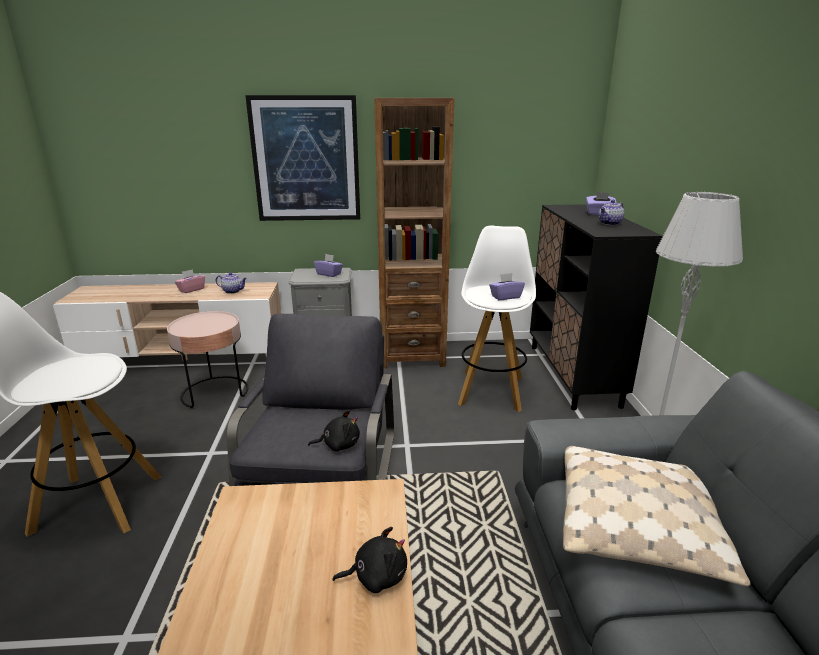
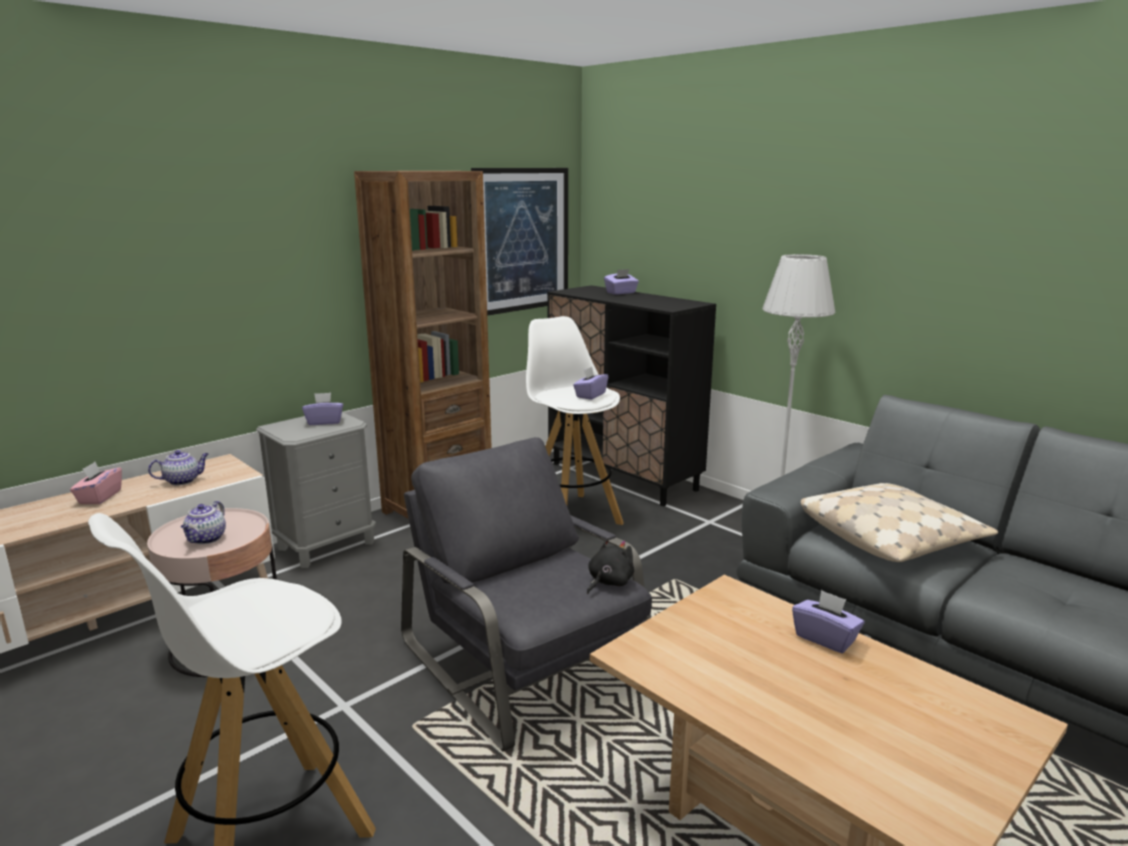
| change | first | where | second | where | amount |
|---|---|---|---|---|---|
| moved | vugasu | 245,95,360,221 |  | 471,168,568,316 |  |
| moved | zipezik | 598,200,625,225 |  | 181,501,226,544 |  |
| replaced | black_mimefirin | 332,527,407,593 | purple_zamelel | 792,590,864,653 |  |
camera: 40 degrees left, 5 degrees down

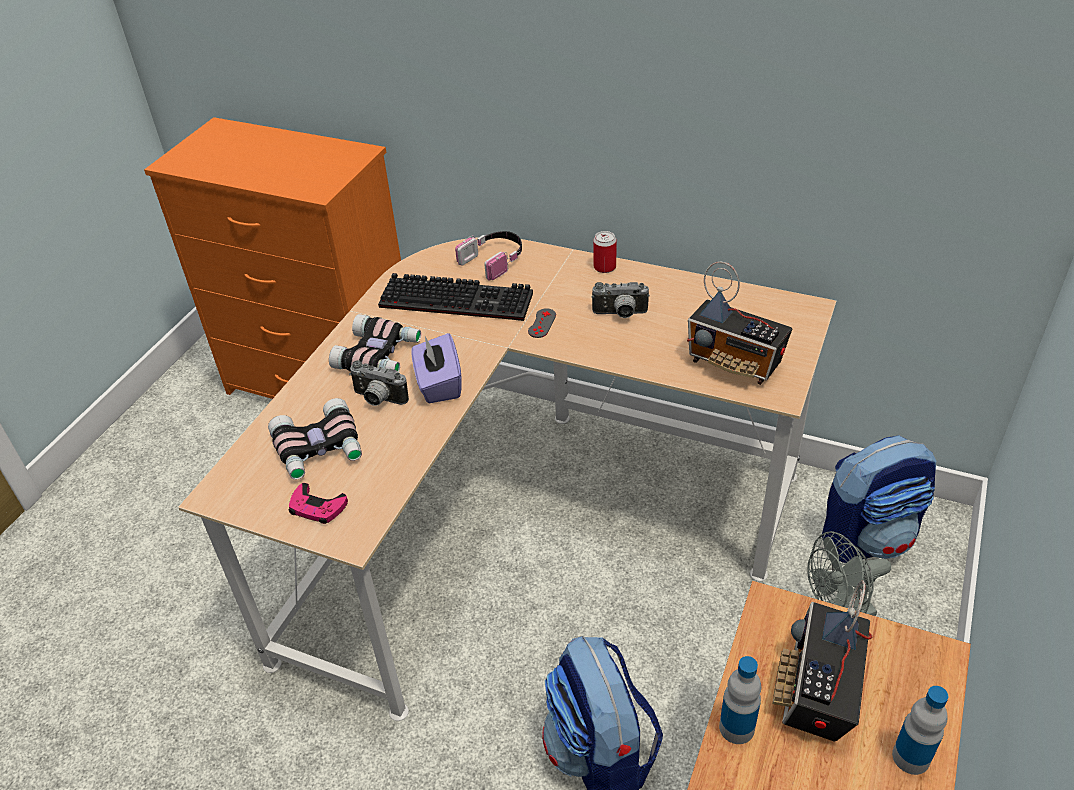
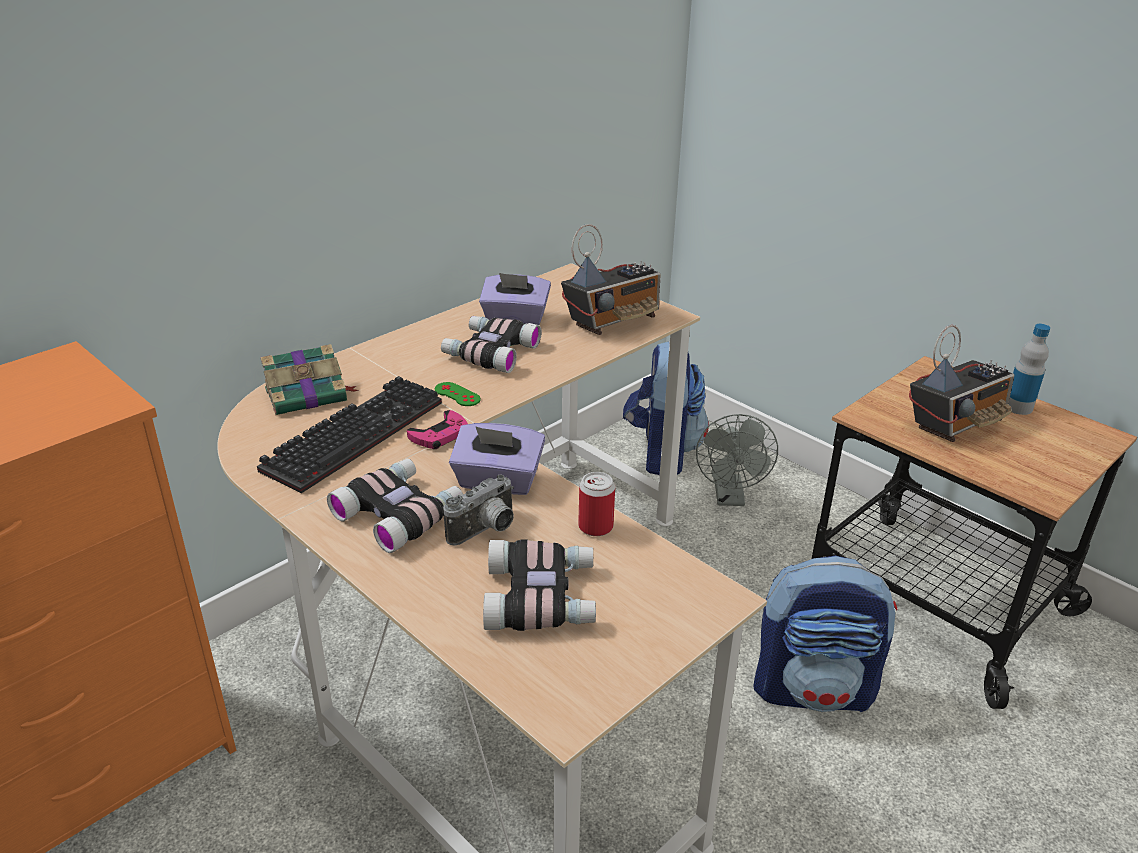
| change | first | where | second | where | amount |
|---|---|---|---|---|---|
| replaced | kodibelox | 455,231,522,281 | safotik | 260,344,359,415 |  |
| moved | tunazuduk | 593,231,617,273 |  | 578,472,615,536 |  |
| replaced | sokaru | 592,282,650,318 | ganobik | 441,316,542,373 |  |
| recoloured | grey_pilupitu | 528,308,556,338 | green_pilupitu | 435,382,481,406 |  |
| moved | pink_pilupitu | 288,483,348,524 |  | 407,410,468,449 |  |
| turned | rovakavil | 773,580,872,742 |  | 909,325,1014,442 | 75 degrees counterclockwise |
| removed | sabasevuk | 719,656,761,744 |  |  |  |
| added |  |  | purple_zamelel | 479,273,551,325 |  |
camera: 70 degrees left, 10 degrees down

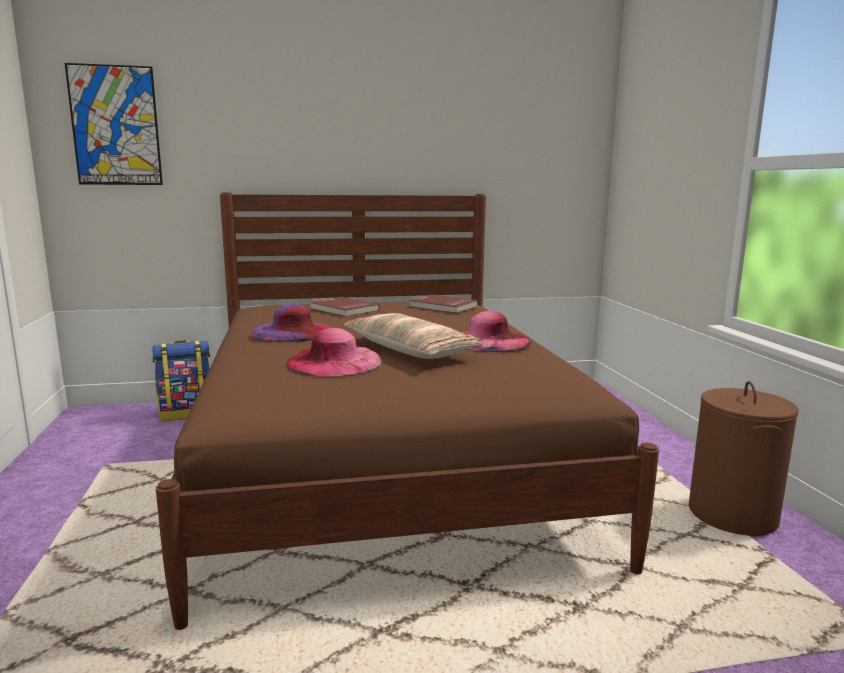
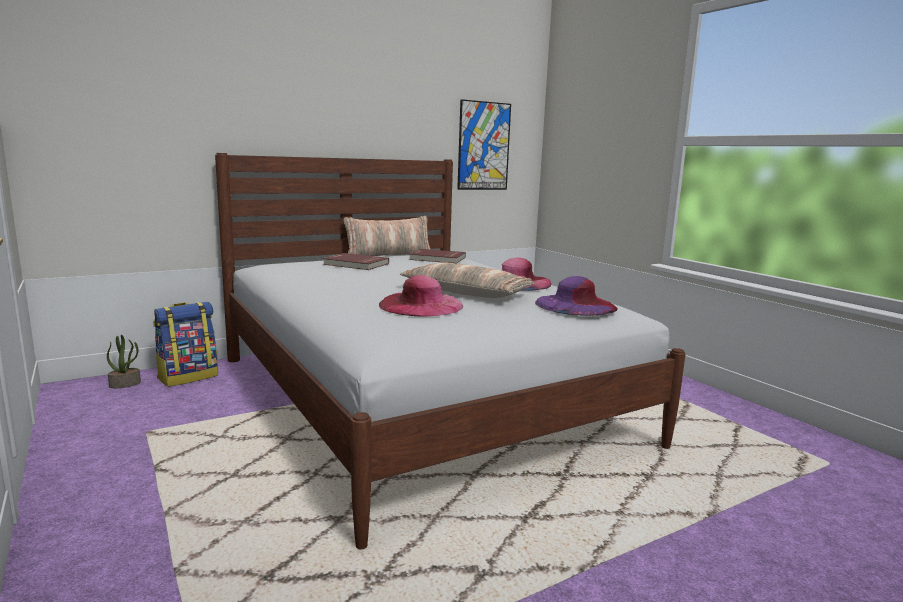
| change | first | where | second | where | amount |
|---|---|---|---|---|---|
| moved | vugasu | 65,63,163,185 |  | 457,99,511,190 |  |
| recoloured | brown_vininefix | 156,192,659,630 | white_vininefix | 215,153,686,550 |  |
| moved | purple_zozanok | 252,304,330,342 |  | 535,276,618,316 |  |
| removed | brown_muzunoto | 689,381,799,536 |  |  |  |
| added |  |  | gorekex | 343,216,431,256 |  |
| added |  |  | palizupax | 107,335,141,388 |  |
camera: 20 degrees left, 0 degrees up

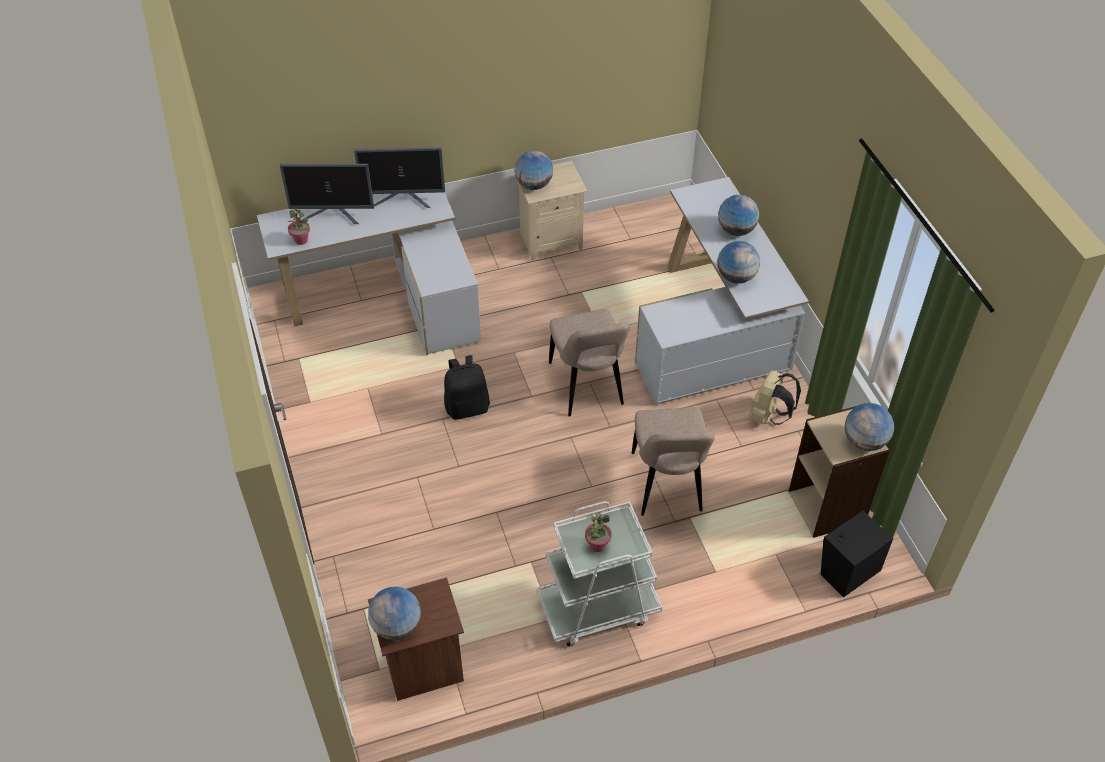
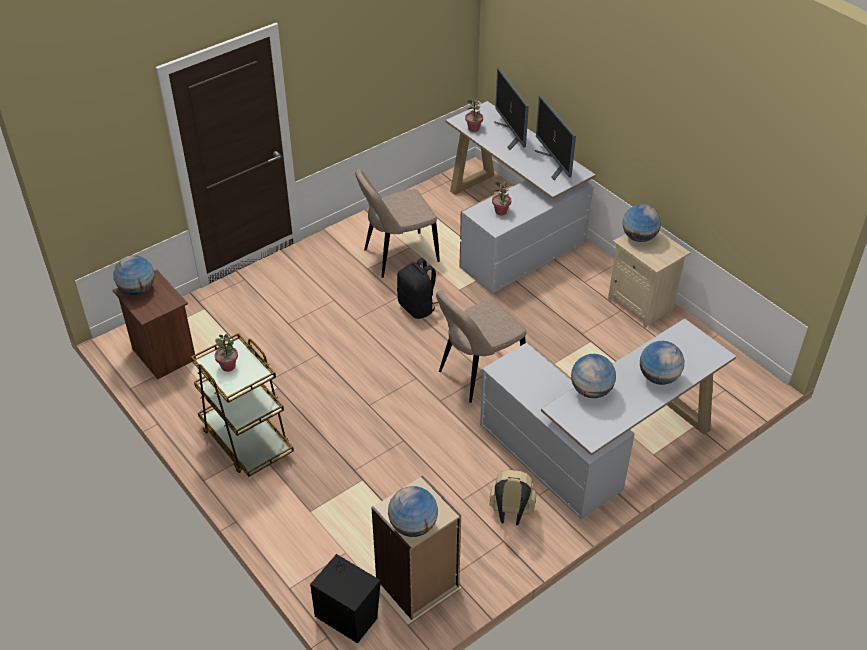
| change | first | where | second | where | amount |
|---|---|---|---|---|---|
| moved | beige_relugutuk | 632,407,715,516 |  | 355,169,440,278 |  |
| recoloured | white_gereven | 537,501,663,647 | brown_gereven | 191,333,294,477 |  |
| added |  |  | palizupax | 492,181,511,215 |  |
camera: 70 degrees right, 5 degrees down

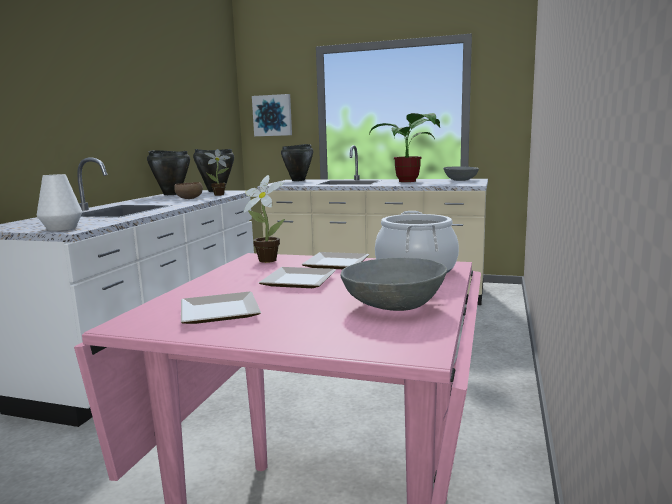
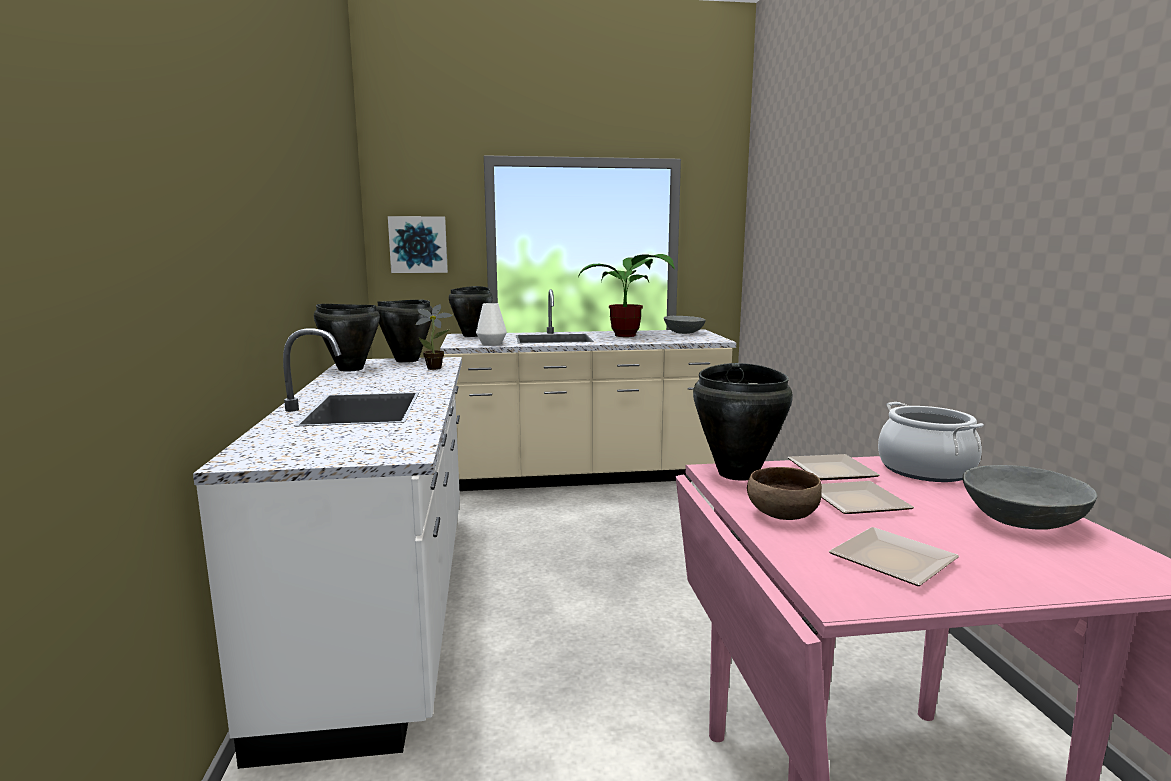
| change | first | where | second | where | amount |
|---|---|---|---|---|---|
| moved | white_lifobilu | 37,174,82,231 |  | 476,303,507,345 |  |
| replaced | palizupax | 244,175,285,263 | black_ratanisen | 693,363,793,481 |  |
| moved | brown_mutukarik | 174,182,203,199 |  | 747,467,822,520 |  |
camera: 25 degrees left, 0 degrees up

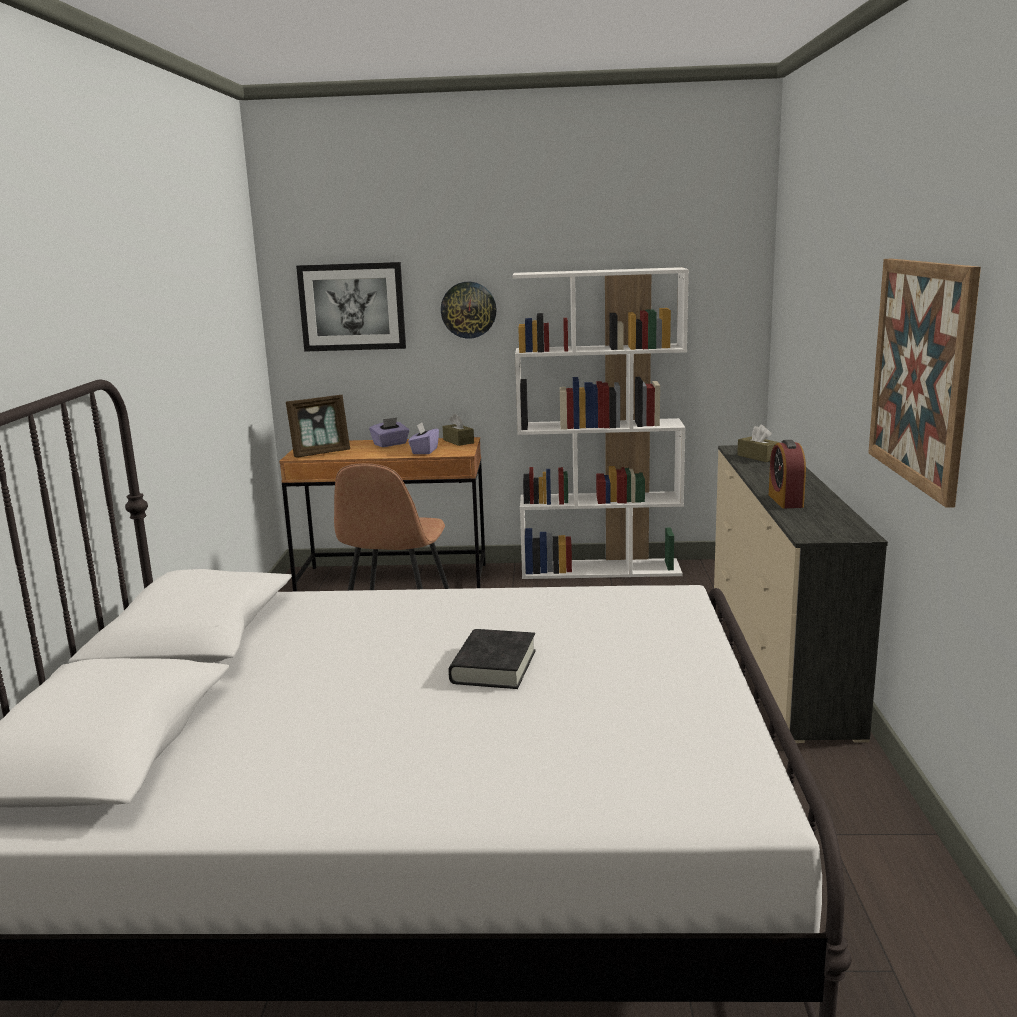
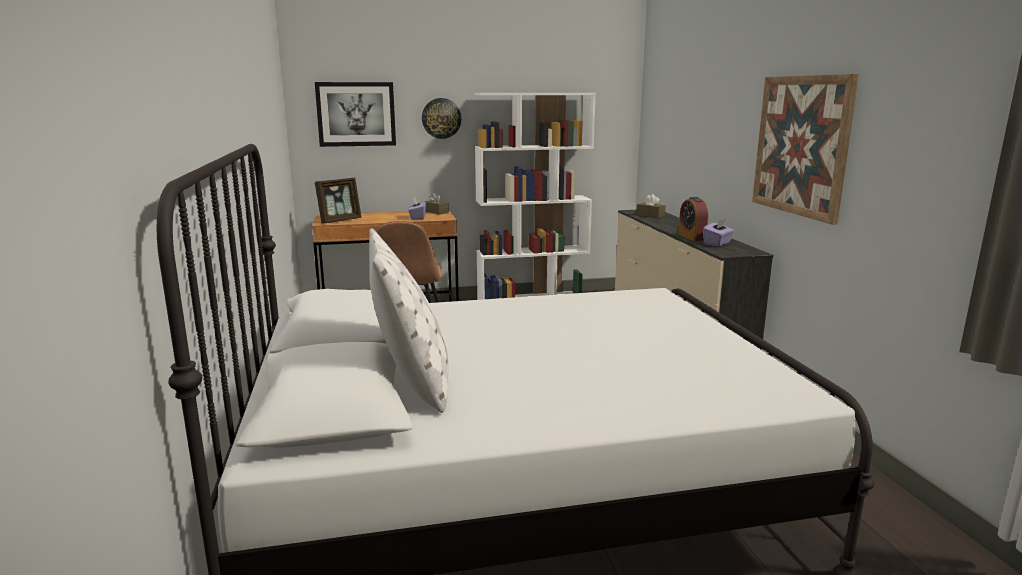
| change | first | where | second | where | amount |
|---|---|---|---|---|---|
| moved | purple_zamelel | 369,417,409,447 |  | 703,219,734,246 |  |
| removed | black_safotik | 448,629,536,689 |  |  |  |
| added |  |  | white_gorekex | 369,228,448,413 |  |
camera: 15 degrees left, 0 degrees up

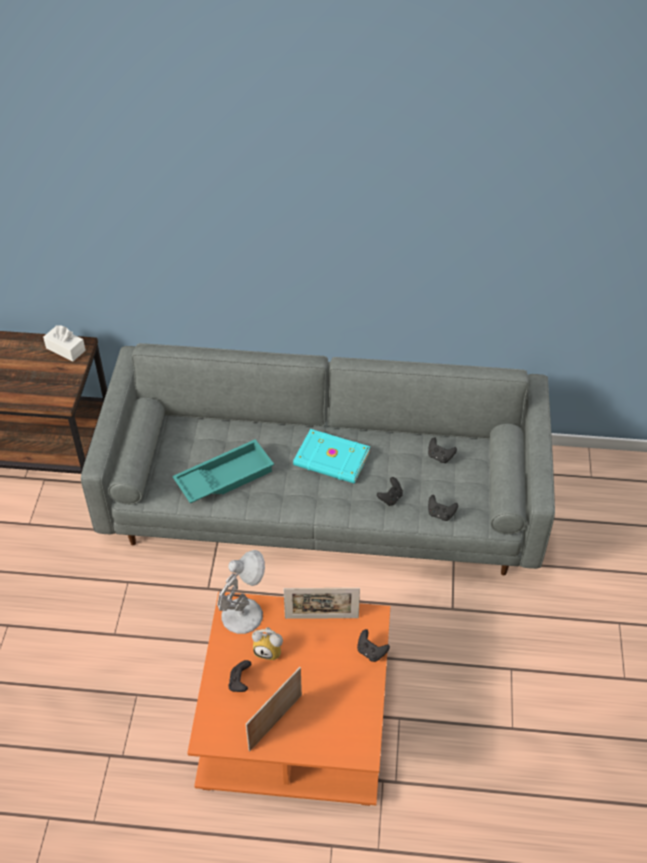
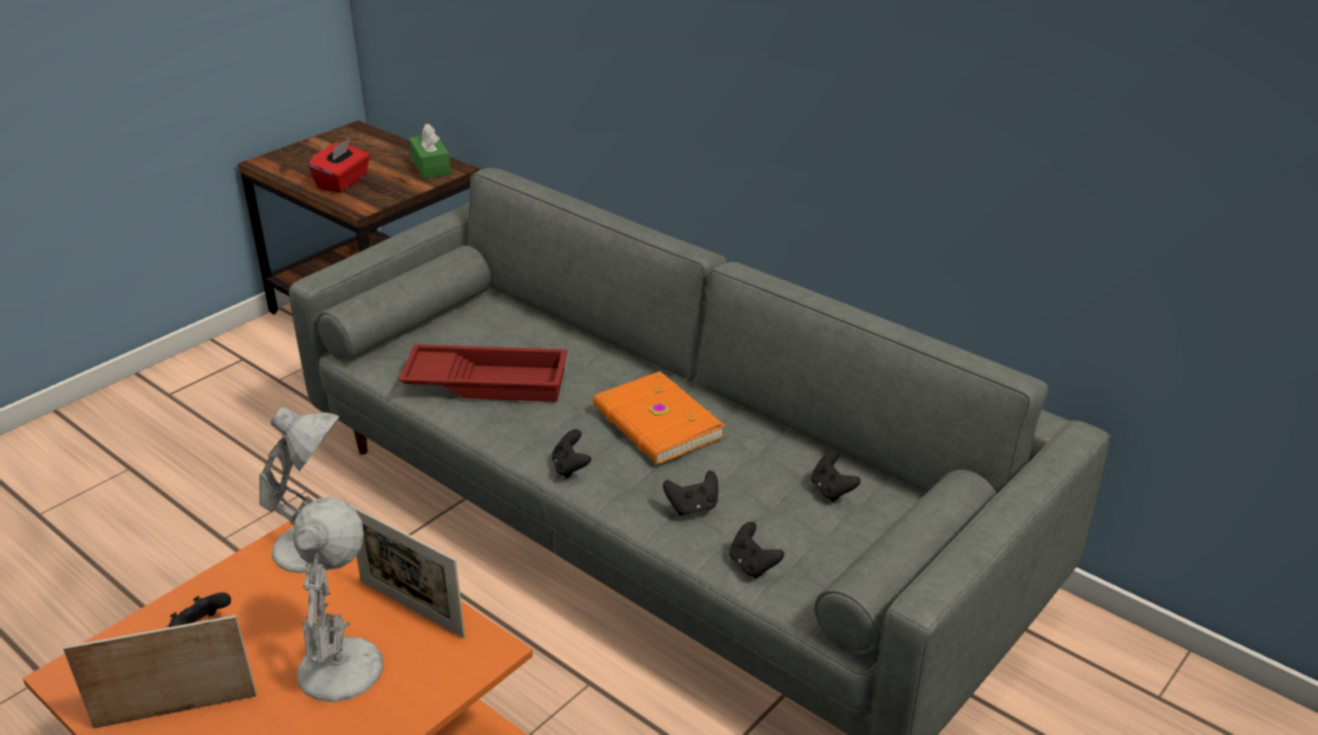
| change | first | where | second | where | amount |
|---|---|---|---|---|---|
| recoloured | white_zamelel | 43,325,86,361 | green_zamelel | 409,123,451,179 |  |
| recoloured | turquoise_safotik | 293,429,370,484 | orange_safotik | 593,371,725,465 |  |
| recoloured | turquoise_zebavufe | 172,439,274,503 | red_zebavufe | 399,344,567,402 |  |
| removed | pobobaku | 252,627,283,660 |  |  |  |
| moved | black_pilupitu | 357,629,390,662 |  | 552,429,591,478 |  |
| added |  |  | red_zamelel | 308,139,370,193 |  |
| added |  |  | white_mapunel | 292,497,384,702 |  |
camera: 35 degrees right, 15 degrees down

